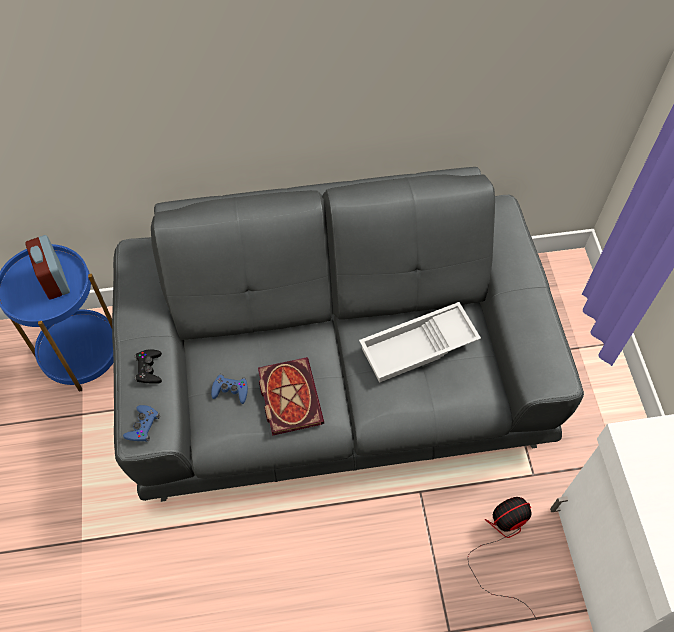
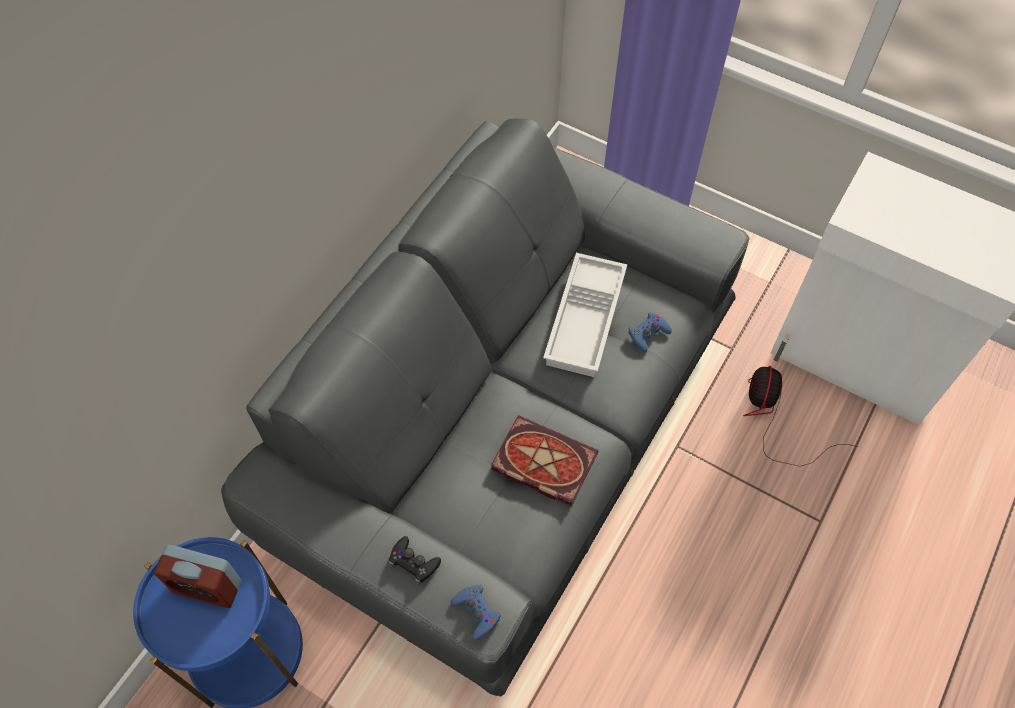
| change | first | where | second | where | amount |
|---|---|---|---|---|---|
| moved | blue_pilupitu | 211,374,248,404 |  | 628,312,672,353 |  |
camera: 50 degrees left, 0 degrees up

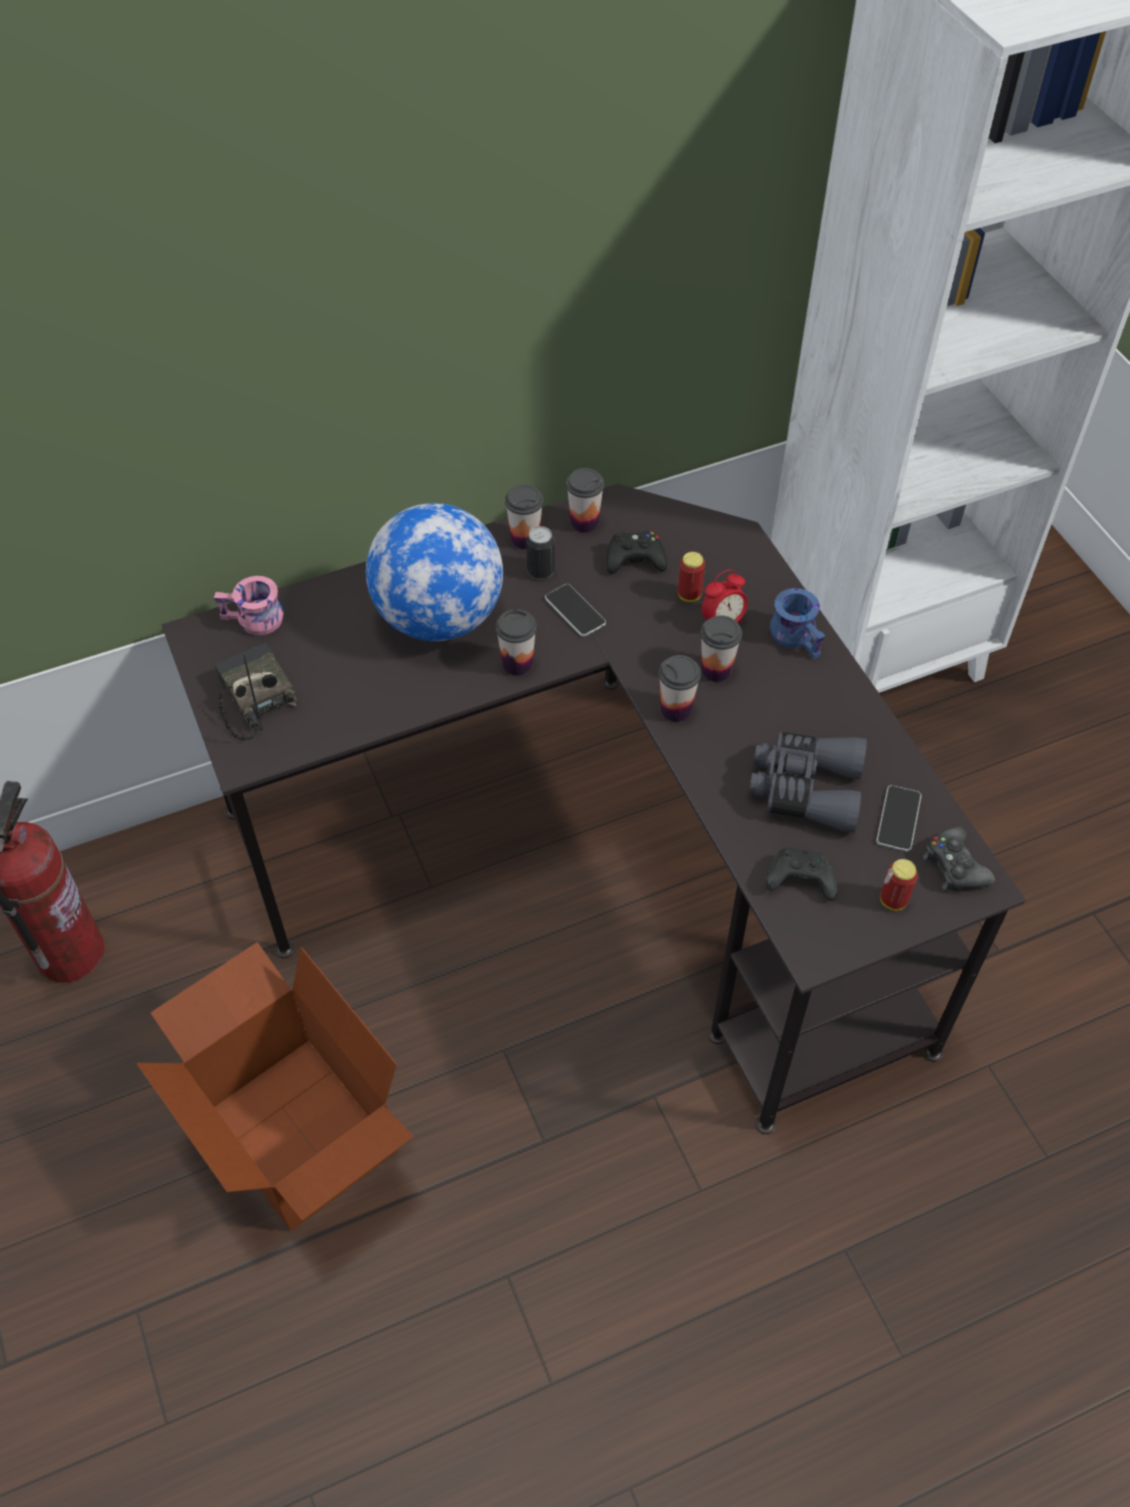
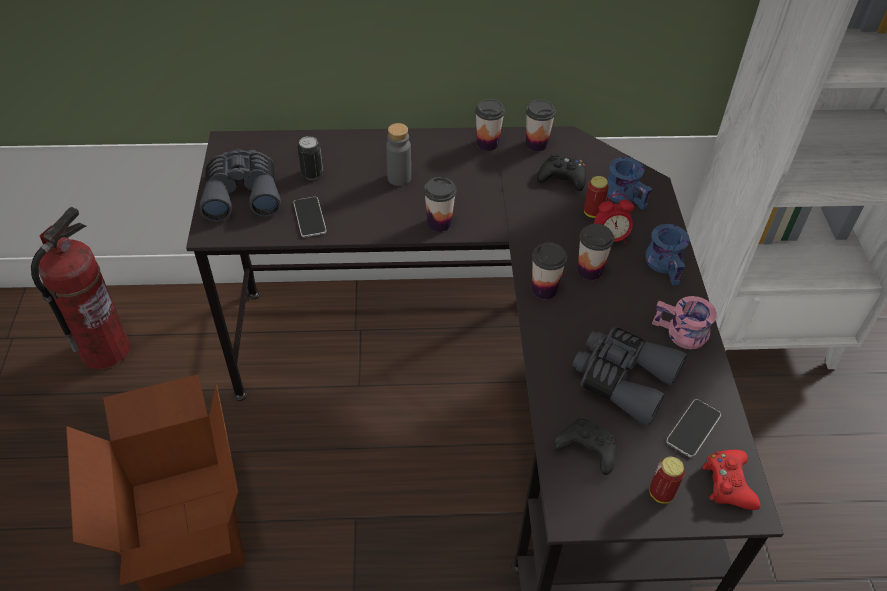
| change | first | where | second | where | amount |
|---|---|---|---|---|---|
| replaced | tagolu | 366,503,503,641 | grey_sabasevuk | 386,123,411,186 |  |
| moved | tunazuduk | 526,526,555,579 |  | 298,136,323,180 |  |
| moved | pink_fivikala | 214,576,284,635 |  | 652,296,717,349 |  |
| moved | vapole | 545,584,606,637 |  | 293,197,327,237 |  |
| replaced | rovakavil | 214,643,298,740 | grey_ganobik | 200,149,281,221 |  |
| recoloured | black_pilupitu | 923,827,995,891 | red_pilupitu | 702,450,760,510 |  |
| added |  |  | blue_fivikala | 607,157,652,210 |  |
camera: 20 degrees right, 5 degrees down

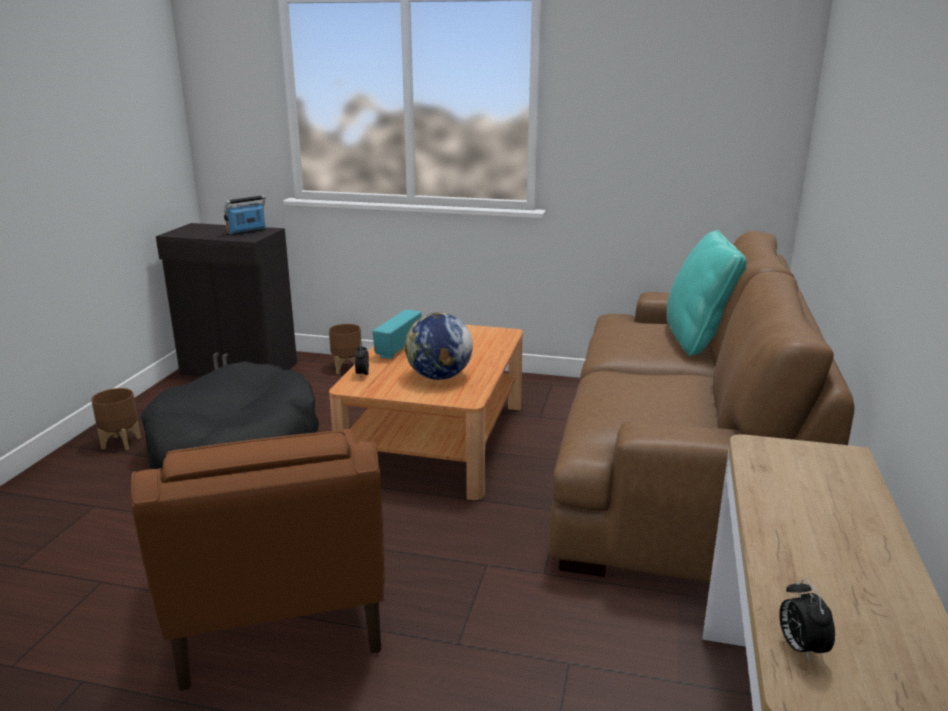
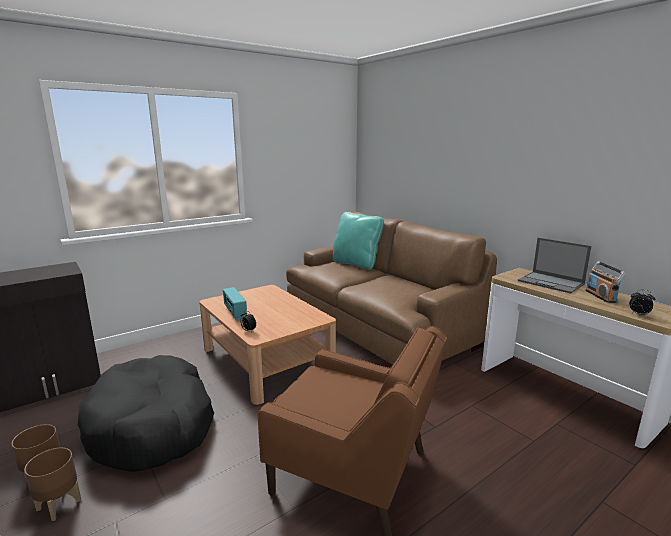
| change | first | where | second | where | amount |
|---|---|---|---|---|---|
| moved | rovakavil | 224,195,266,236 |  | 585,261,626,303 |  |
| removed | tagolu | 405,313,473,380 |  |  |  |
| moved | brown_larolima | 329,324,361,374 |  | 24,448,81,521 |  |
| added |  |  | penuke | 518,238,592,294 |  |
camera: 50 degrees left, 5 degrees down

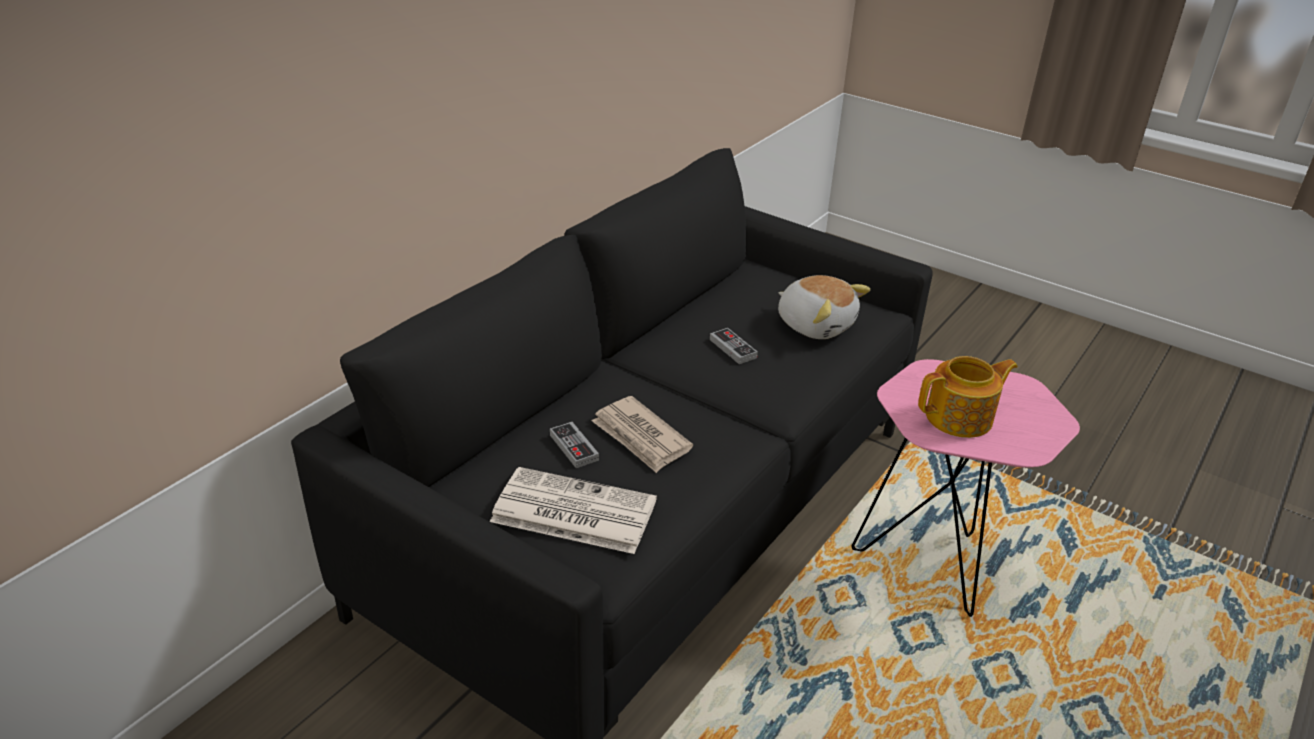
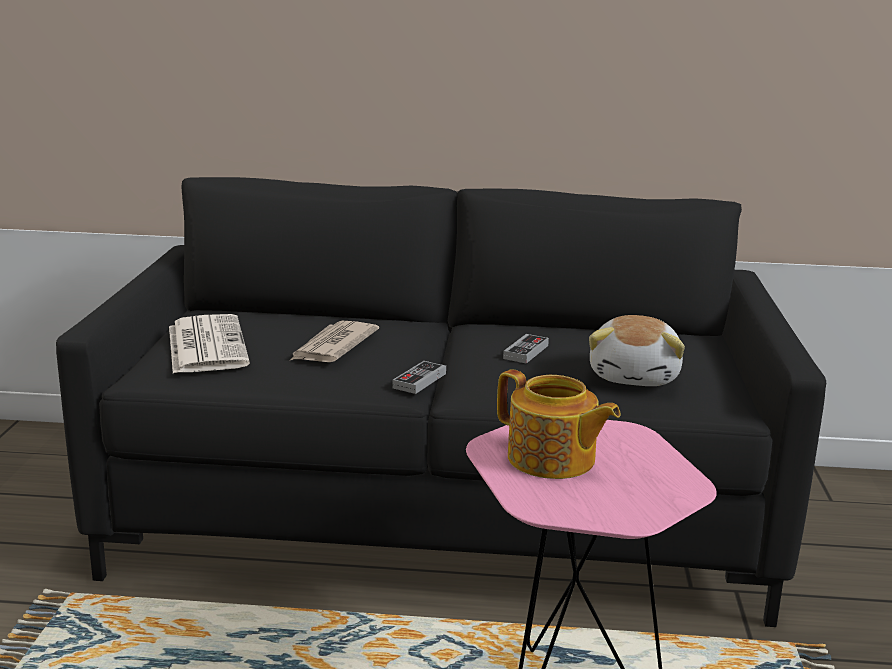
| change | first | where | second | where | amount |
|---|---|---|---|---|---|
| moved | pilupitu | 550,422,599,468 |  | 393,361,446,394 |  |
camera: 60 degrees right, 15 degrees down

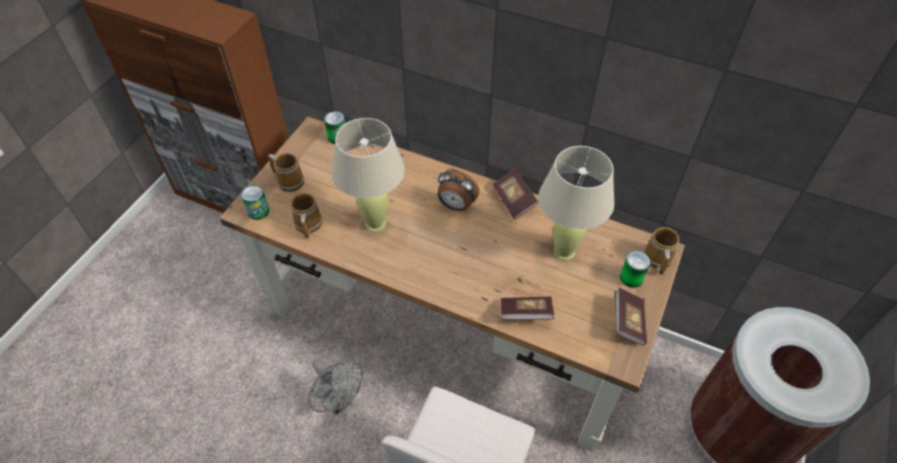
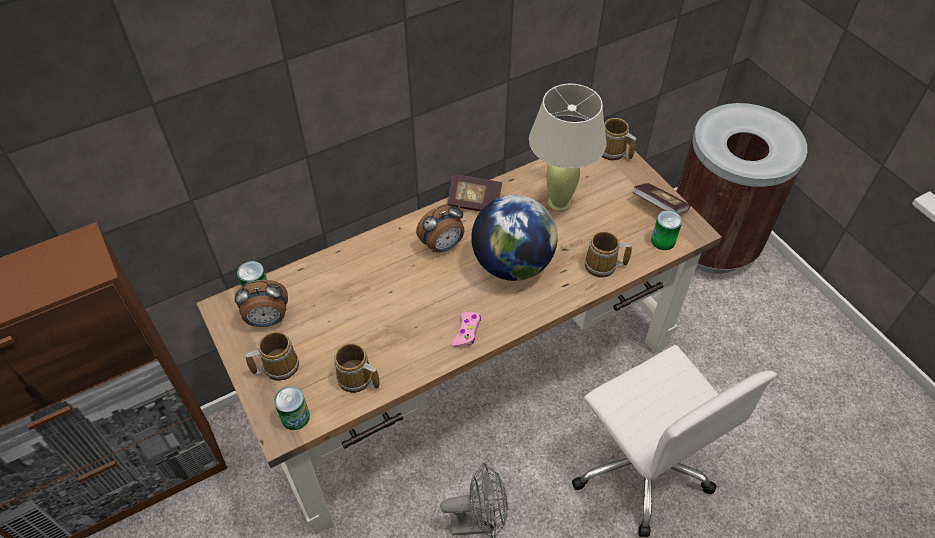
| change | first | where | second | where | amount |
|---|---|---|---|---|---|
| removed | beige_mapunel | 332,118,405,232 |  |  |  |
| moved | tunazuduk | 620,251,650,288 |  | 651,210,682,250 |  |
| replaced | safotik | 501,297,554,320 | fivikala | 585,231,632,278 |  |
| added |  |  | tagolu | 471,195,558,281 |  |
| added |  |  | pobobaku | 234,280,288,327 |  |
| added |  |  | pink_pilupitu | 451,312,481,347 |  |
camera: 55 degrees left, 0 degrees up

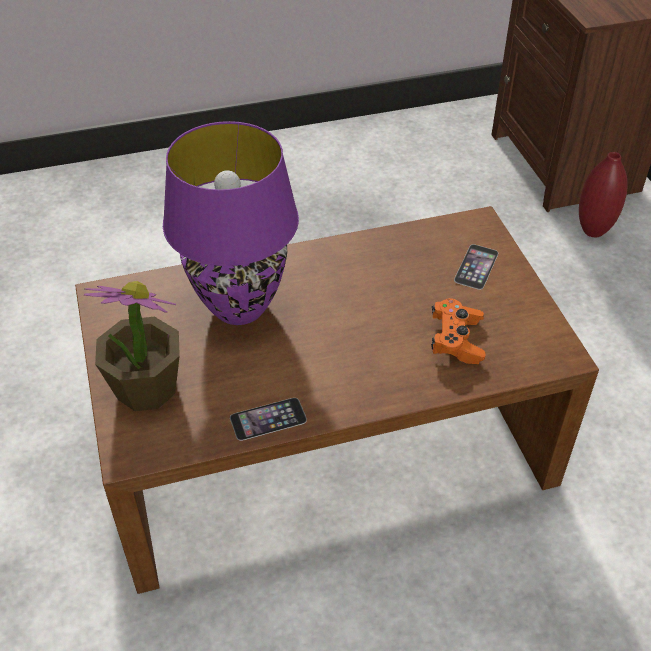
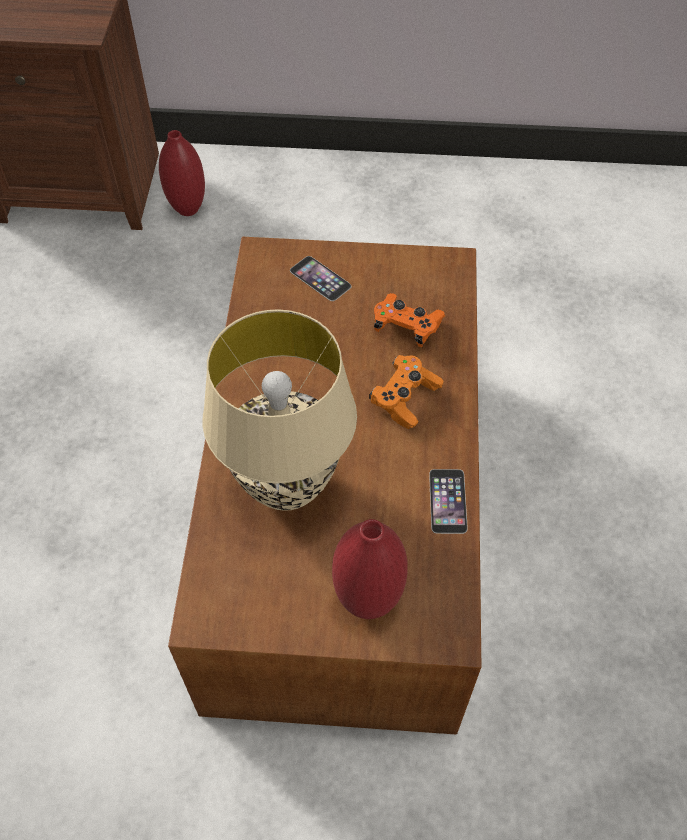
| change | first | where | second | where | amount |
|---|---|---|---|---|---|
| recoloured | purple_mapunel | 163,121,299,325 | beige_mapunel | 203,309,357,511 |  |
| replaced | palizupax | 84,281,180,411 | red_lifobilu | 332,519,408,619 |  |
| added |  |  | orange_pilupitu | 369,355,444,429 |  |
camera: 70 degrees left, 10 degrees up

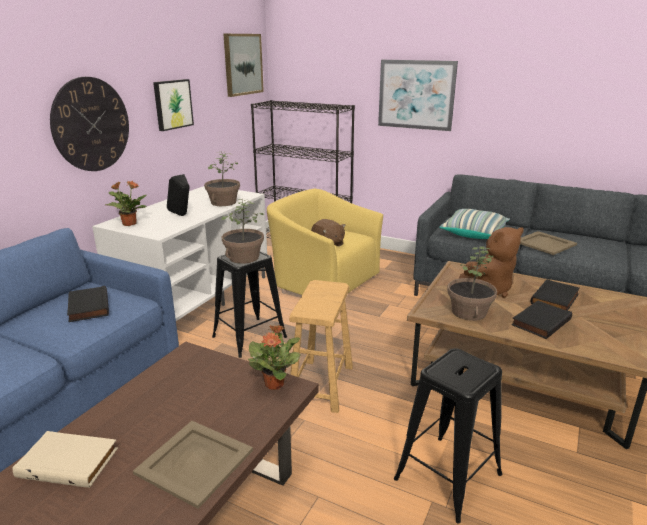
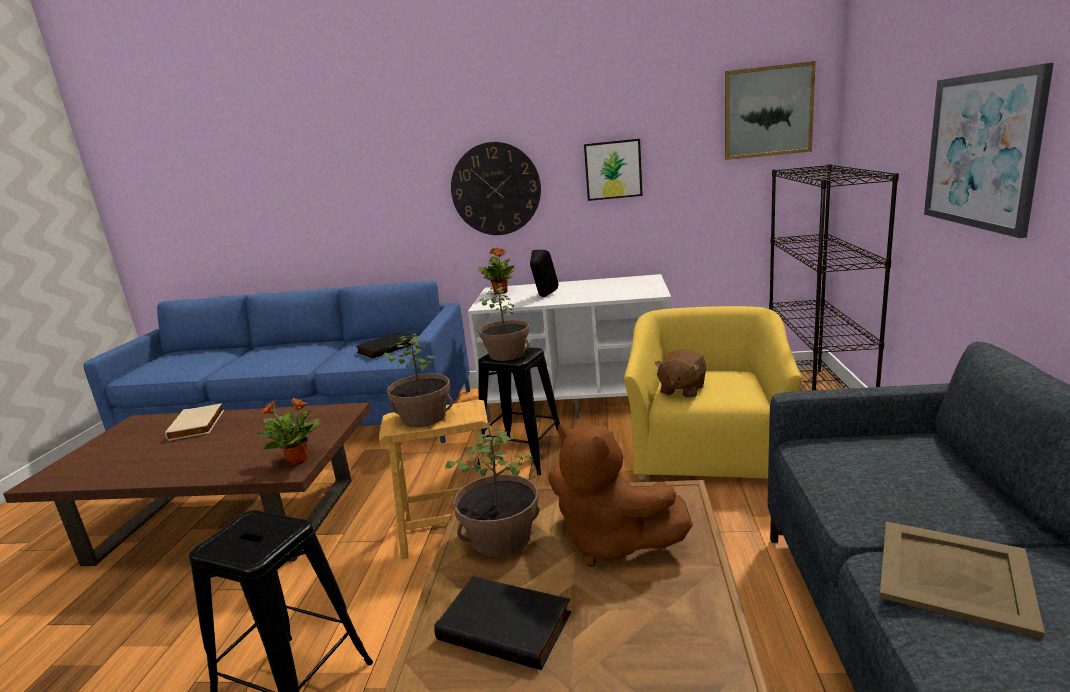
| change | first | where | second | where | amount |
|---|---|---|---|---|---|
| moved | palizupax | 204,151,240,206 |  | 382,331,453,427 |  |
| removed | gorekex | 439,209,510,239 |  |  |  |
| removed | black_safotik | 530,279,580,311 |  |  |  |
| removed | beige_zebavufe | 133,421,253,509 |  |  |  |
camera: 70 degrees right, 5 degrees down

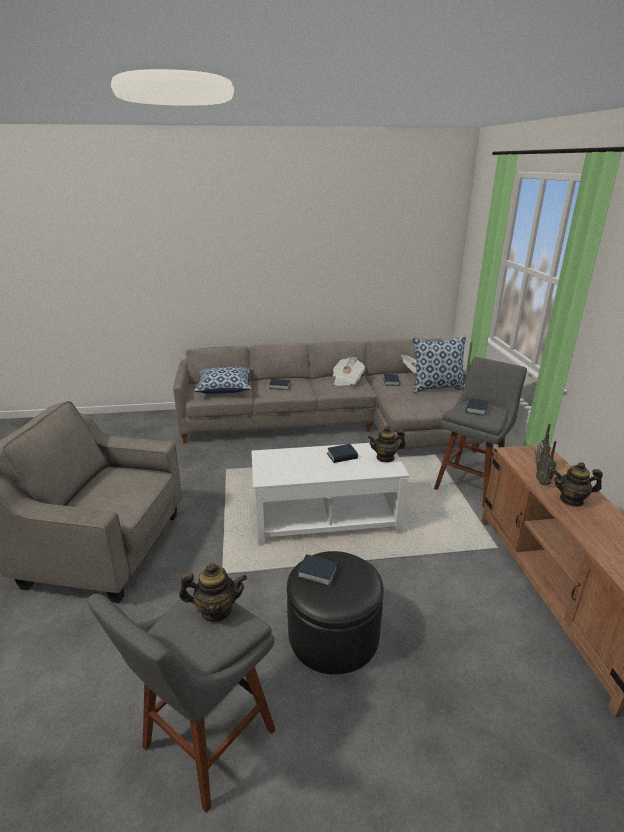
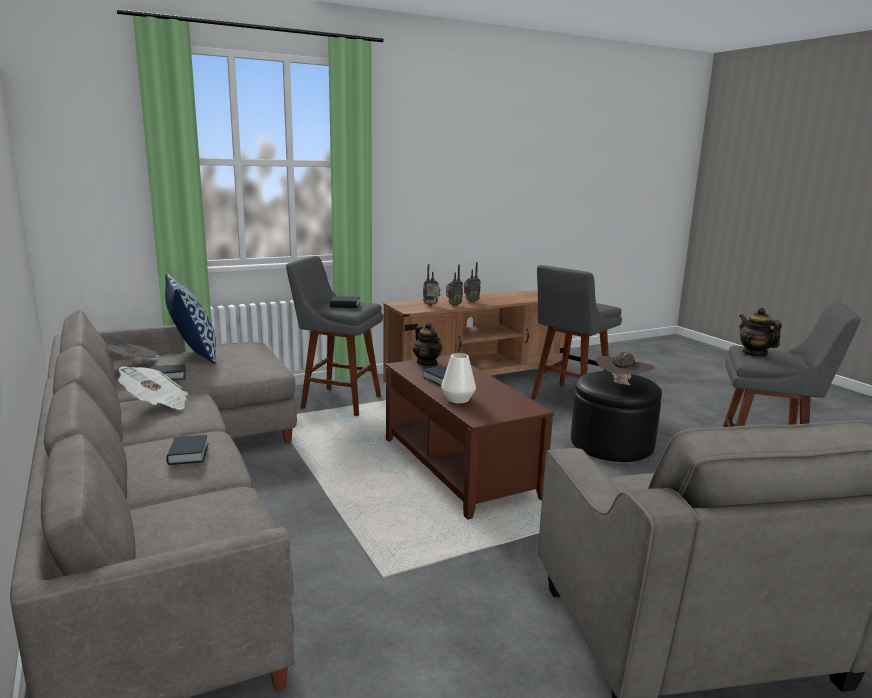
| change | first | where | second | where | amount |
|---|---|---|---|---|---|
| removed | gorekex | 194,367,252,394 |  |  |  |
| recoloured | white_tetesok | 252,443,409,546 | brown_tetesok | 386,355,554,520 |  |
| replaced | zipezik | 553,462,603,507 | rovakavil | 464,262,481,302 |  |
| replaced | safotik | 297,554,338,587 | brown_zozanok | 596,351,655,386 |  |
| added |  |  | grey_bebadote | 531,265,622,400 |  |
| added |  |  | white_lifobilu | 441,353,476,403 |  |
camera: 110 degrees left, 10 degrees down

